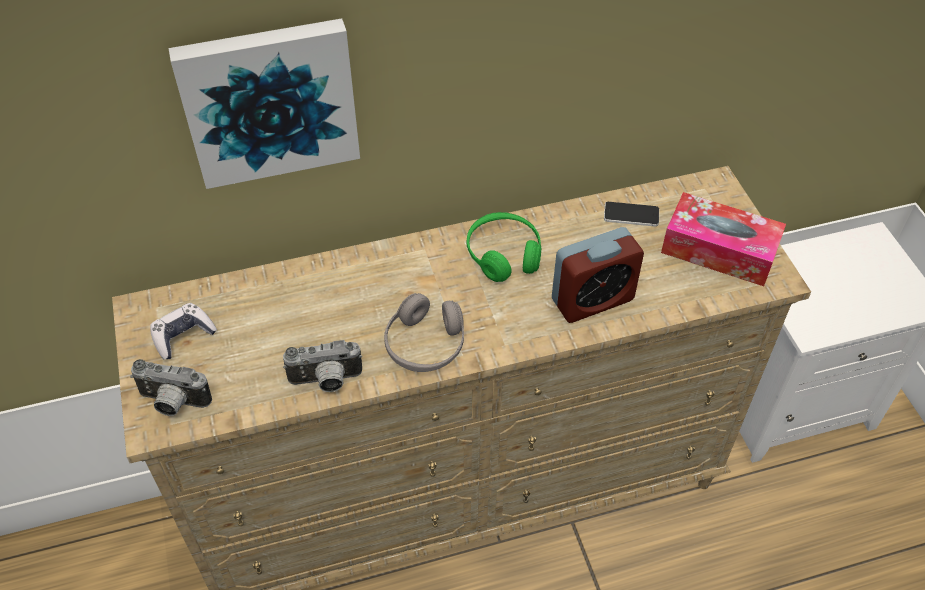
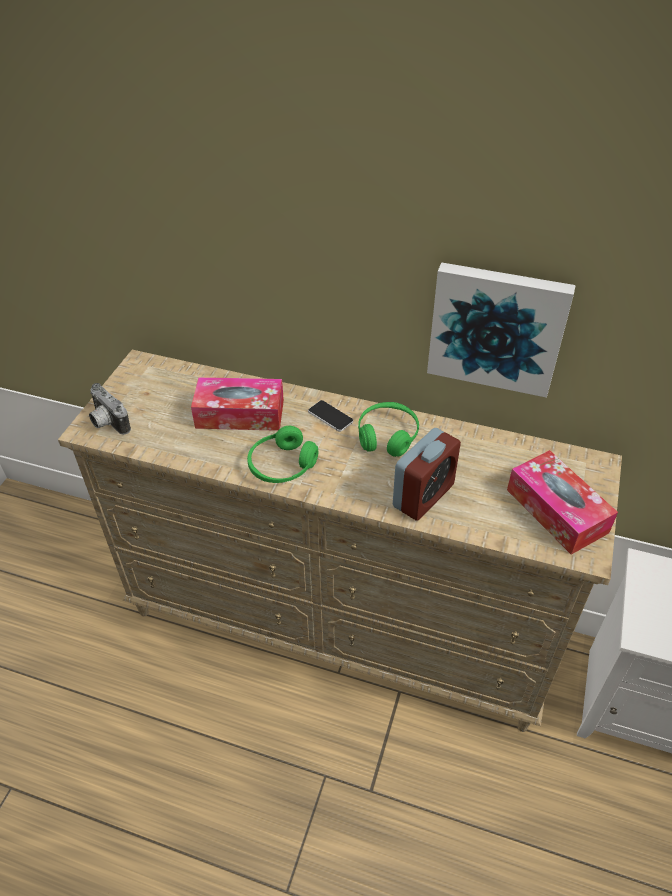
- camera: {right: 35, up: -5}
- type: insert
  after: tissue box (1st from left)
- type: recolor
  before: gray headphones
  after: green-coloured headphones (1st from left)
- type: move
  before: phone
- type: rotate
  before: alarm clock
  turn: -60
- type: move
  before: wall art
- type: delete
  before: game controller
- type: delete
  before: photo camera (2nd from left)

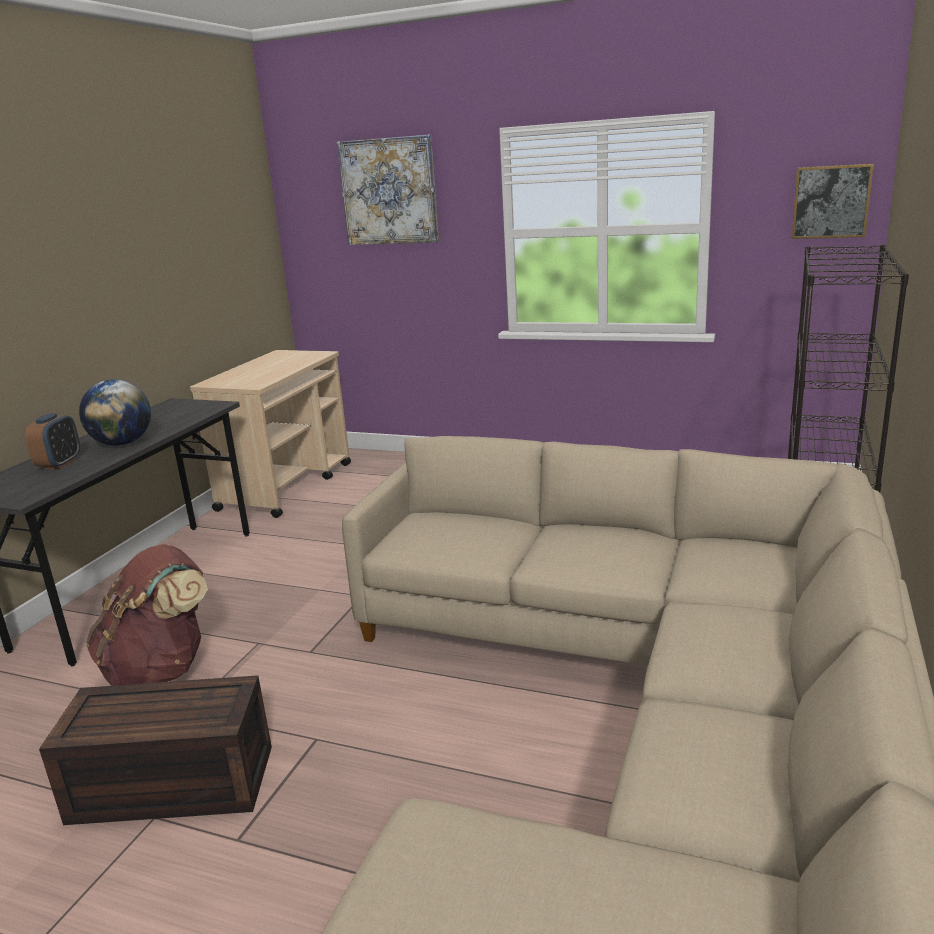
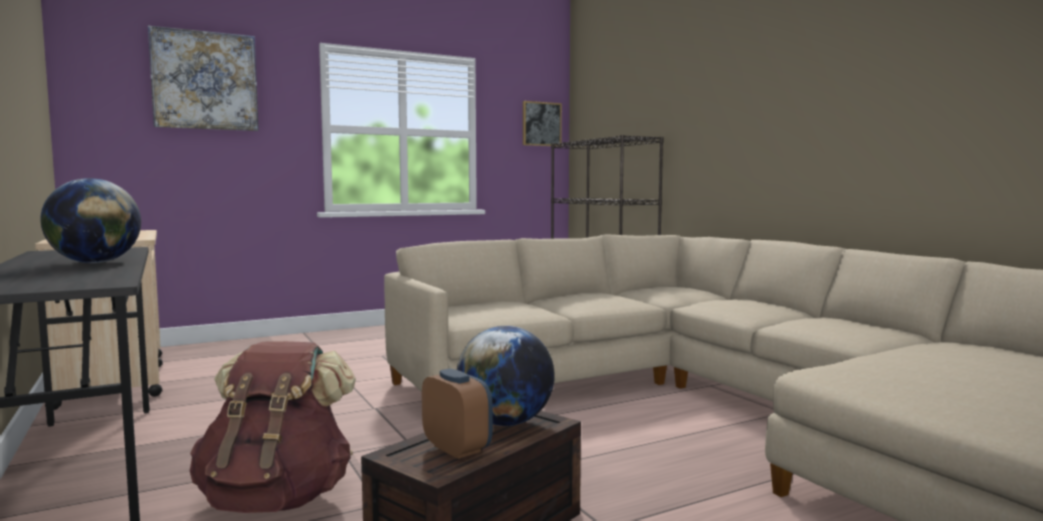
- camera: {right: -50, up: -15}
- type: move
  before: alarm clock
- type: insert
  after: globe (2nd from left)

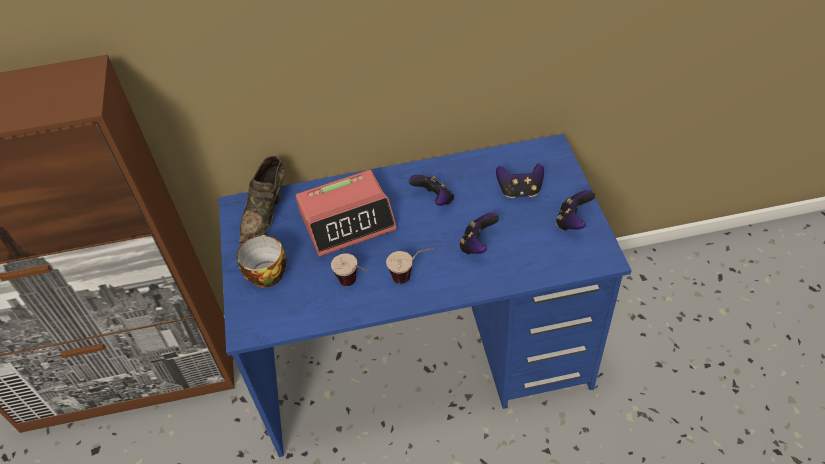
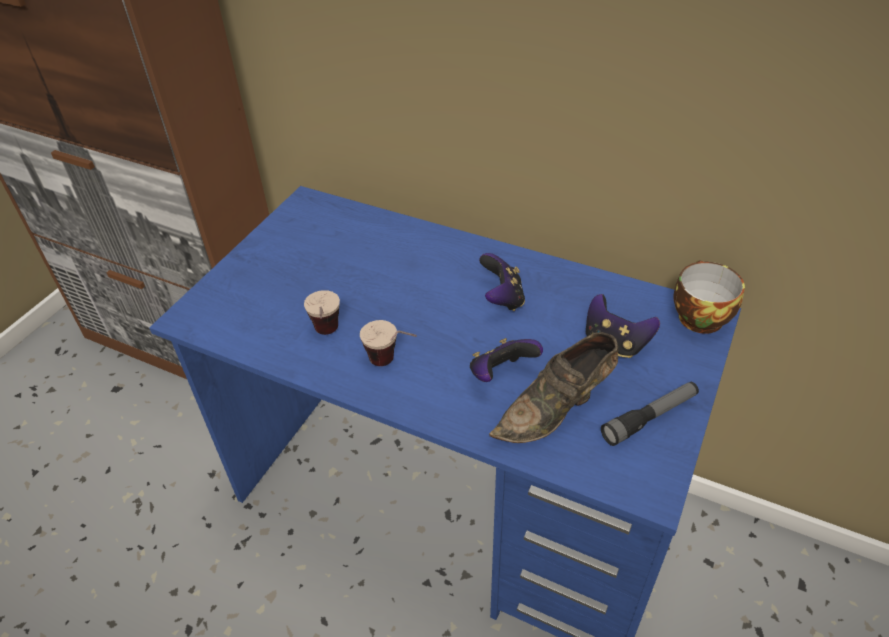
- camera: {right: 35, up: -5}
- type: move
  before: brownish item of footwear
- type: replace
  before: game controller (4th from left)
  after: flashlight
- type: move
  before: small cup (1st from left in the first image)
  after: small cup (3rd from left)
- type: delete
  before: alarm clock

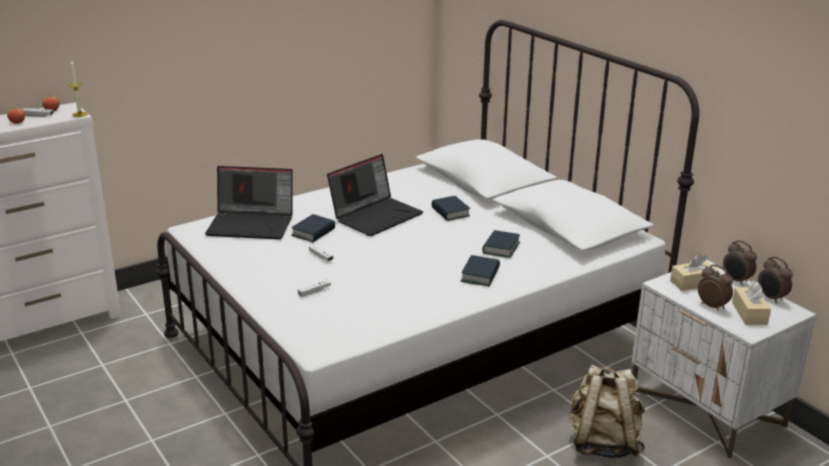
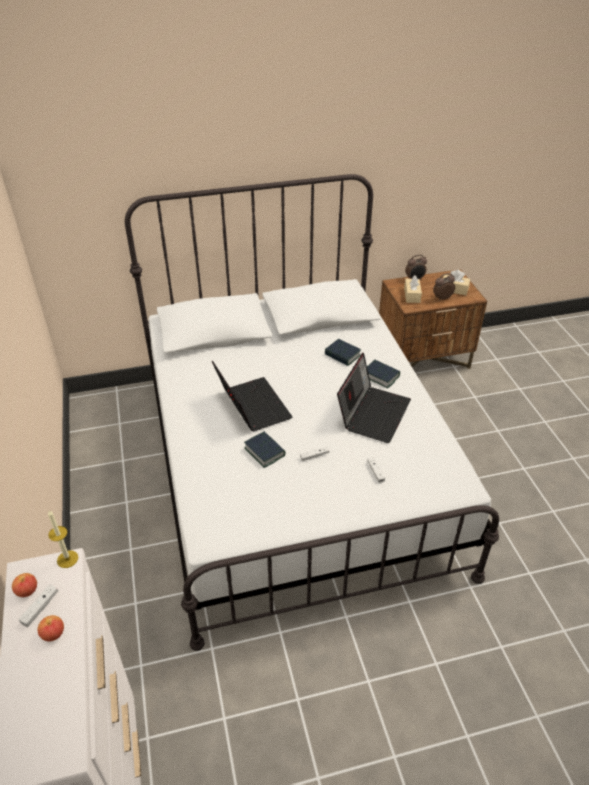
- camera: {right: -70, up: 15}
- type: move
  before: notebook computer (1st from left in the first image)
  after: notebook computer (2nd from left)
- type: recolor
  before: whitish bedside table
  after: brownish bedside table
- type: delete
  before: volume (2nd from left)
- type: delete
  before: beige backpack
- type: delete
  before: alarm clock (3rd from left)

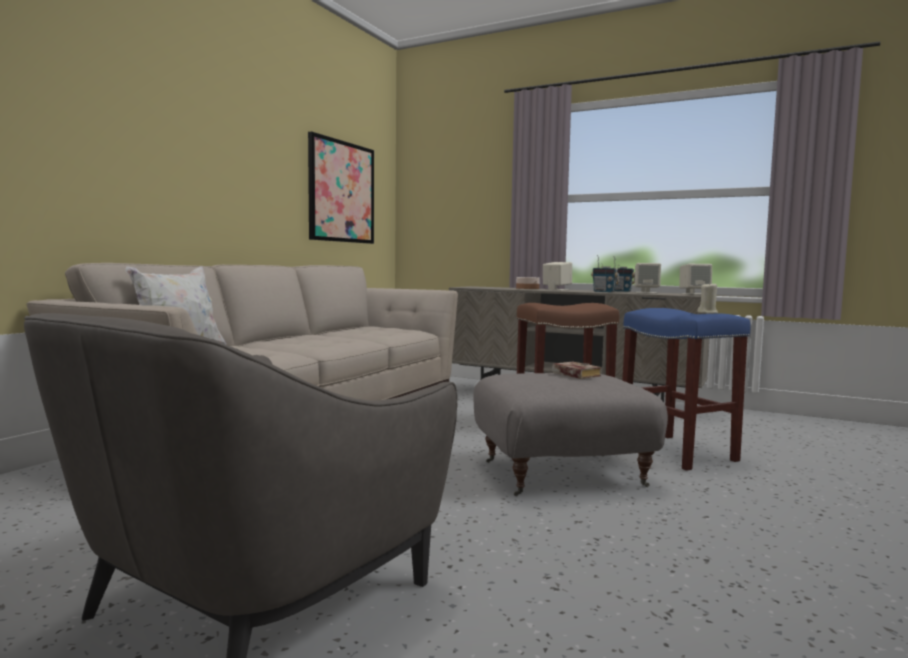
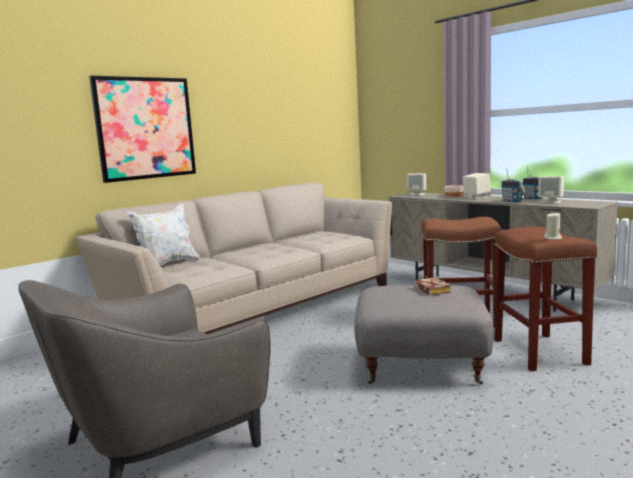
- camera: {right: 20, up: 5}
- type: move
  before: wall art
- type: move
  before: beige speaker (3rd from left in the first image)
  after: beige speaker (1st from left)
- type: recolor
  before: blue sitting stool
  after: brownish sitting stool (2nd from left)

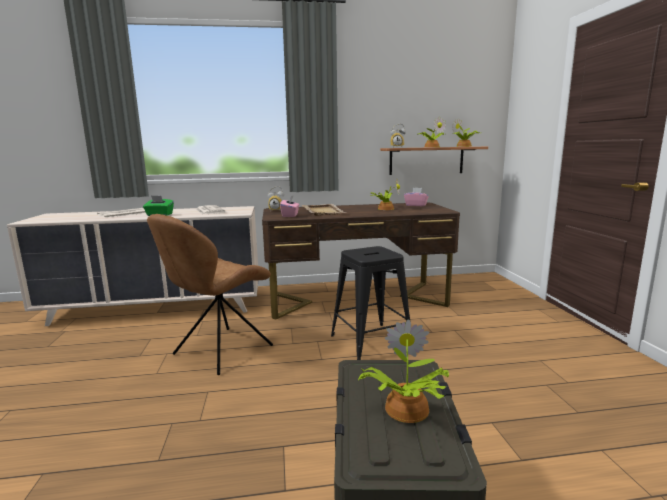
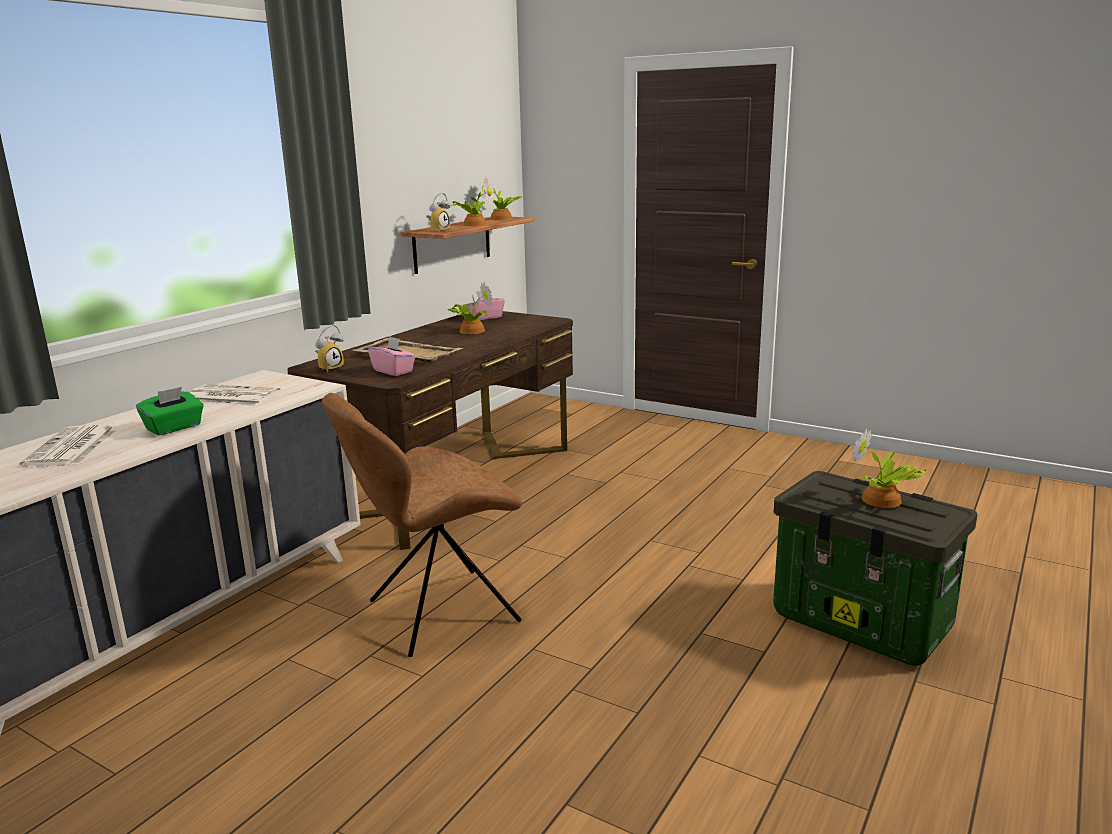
- camera: {right: -50, up: 5}
- type: rotate
  before: brownish chair
  turn: 75
- type: delete
  before: blackish sitting stool

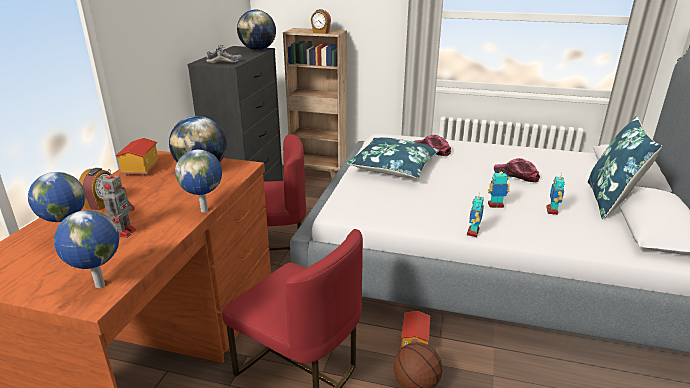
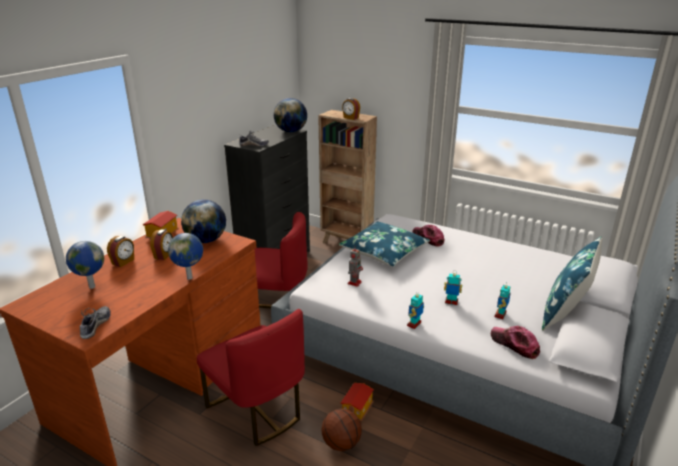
- camera: {right: 15, up: 0}
- type: replace
  before: globe (2nd from left)
  after: item of footwear (1st from left)
- type: insert
  after: alarm clock (2nd from left)
- type: move
  before: model robot (1st from left)
- type: move
  before: baseball cap (2nd from left)

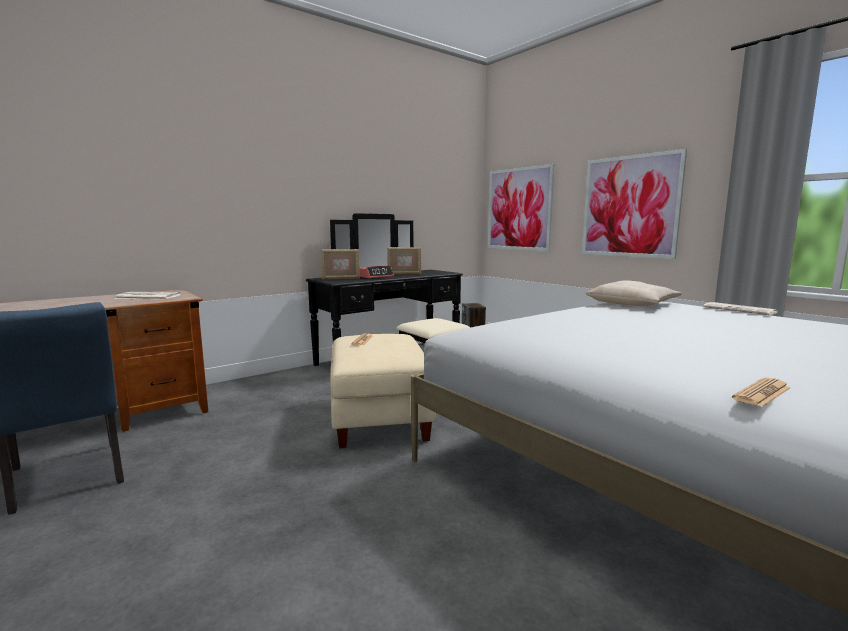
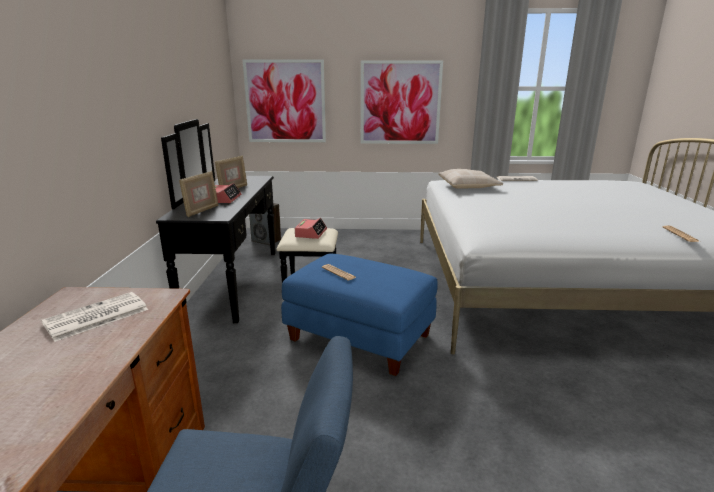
- camera: {right: -50, up: 10}
- type: recolor
  before: beige footrest
  after: blue footrest
- type: insert
  after: alarm clock (2nd from left)

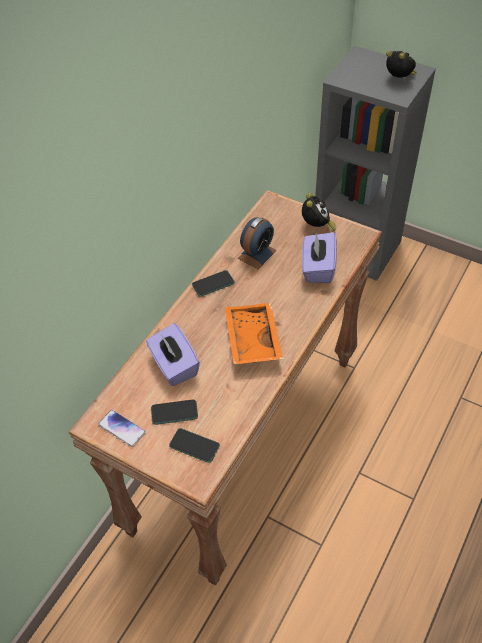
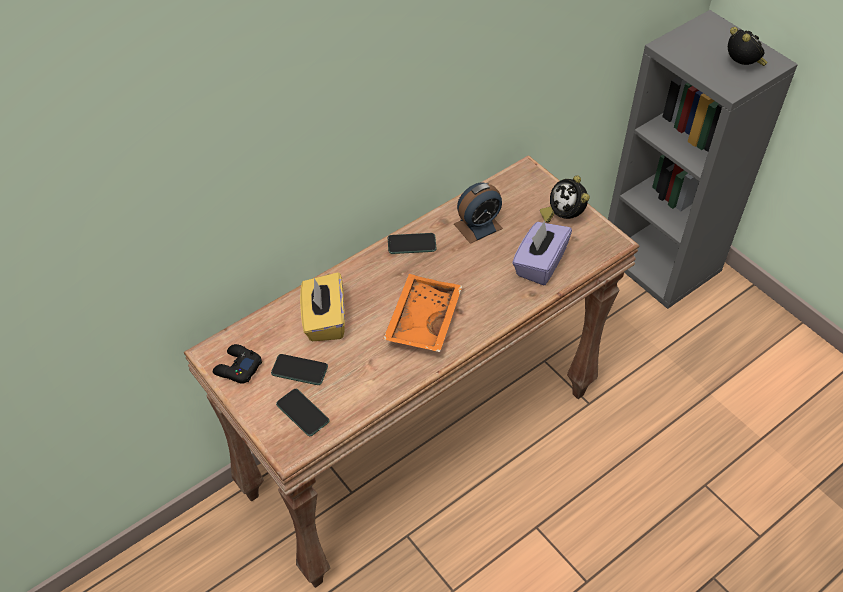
- camera: {right: 20, up: 0}
- type: replace
  before: phone (1st from left)
  after: blackish game controller
- type: recolor
  before: purple-coloured tissue box (1st from left)
  after: yellowish tissue box
- type: rotate
  before: alarm clock (2nd from left)
  turn: 135

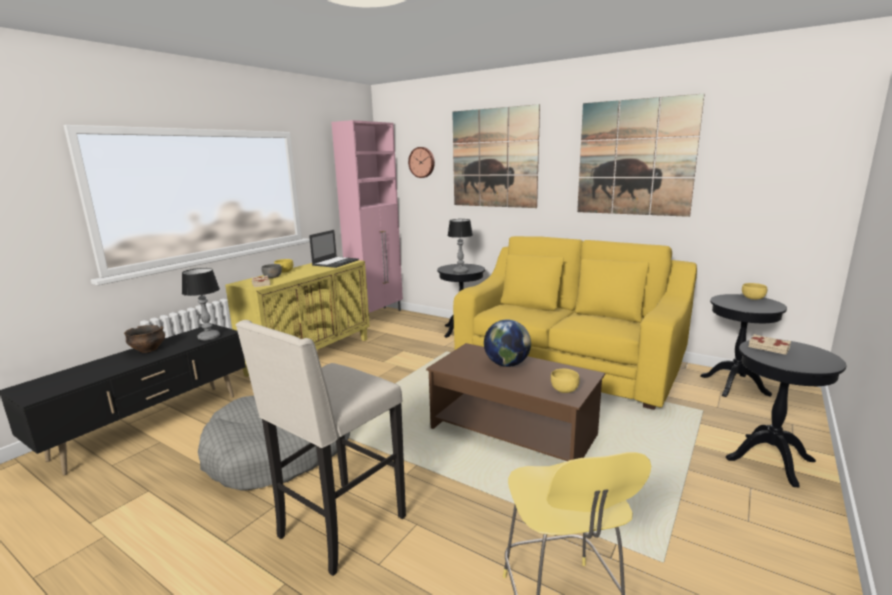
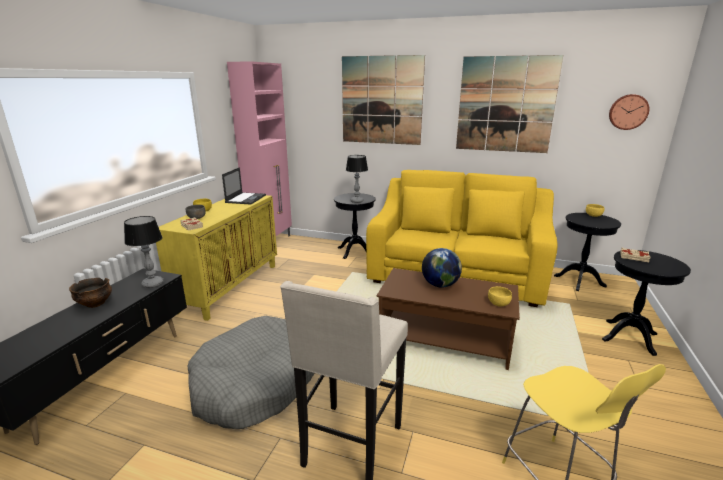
- camera: {right: -15, up: 5}
- type: move
  before: wall clock

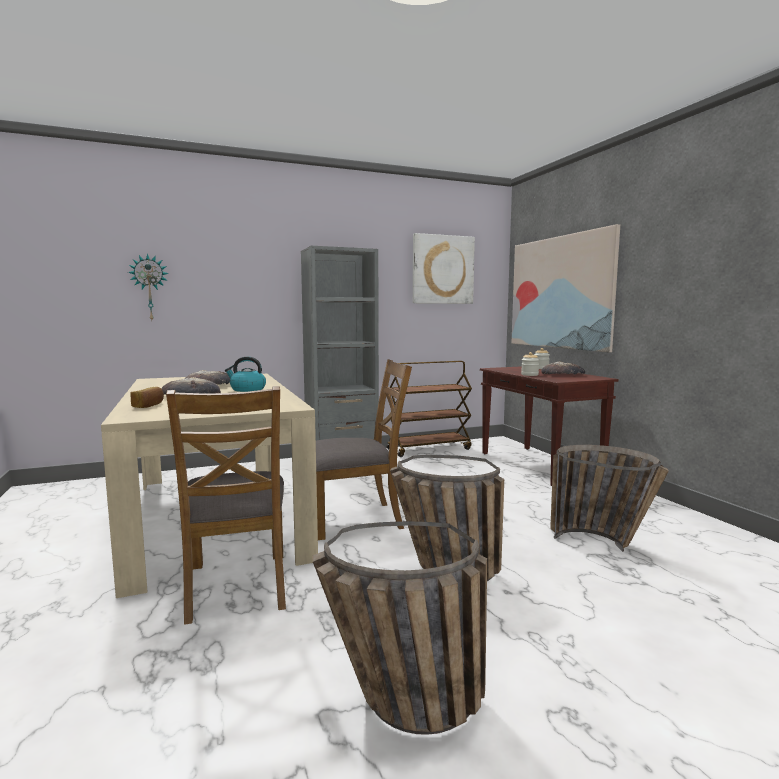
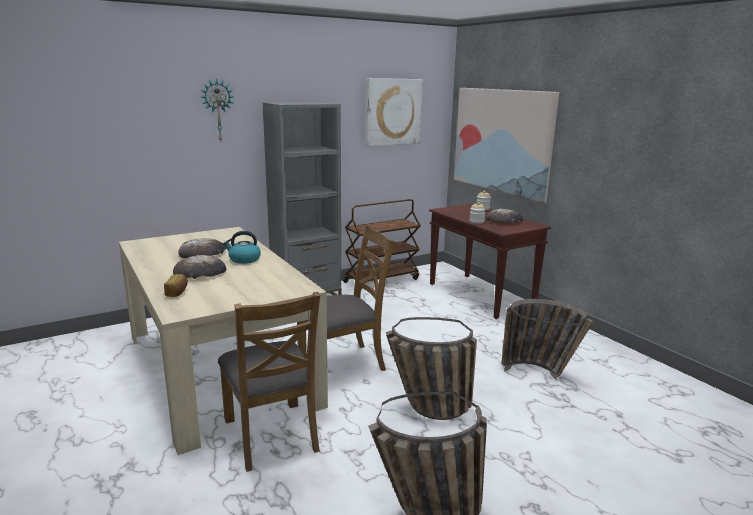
- camera: {right: -10, up: 10}
- type: move
  before: wall clock

